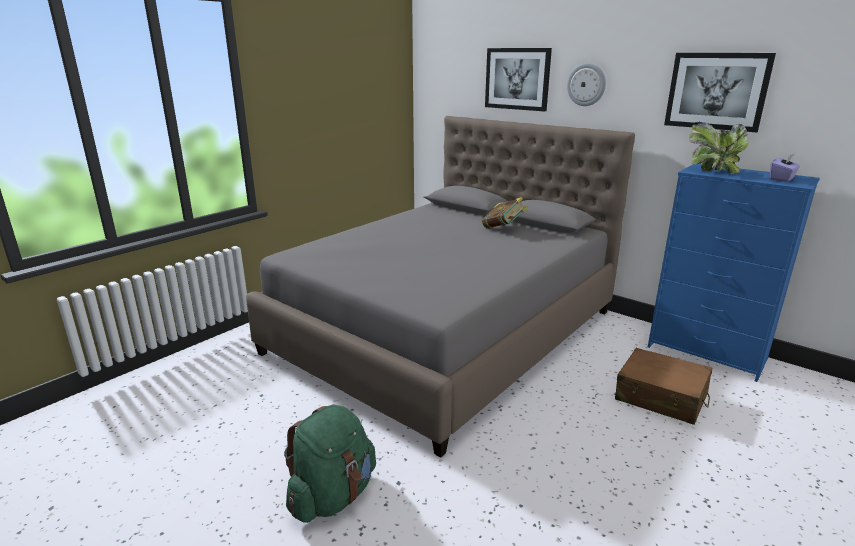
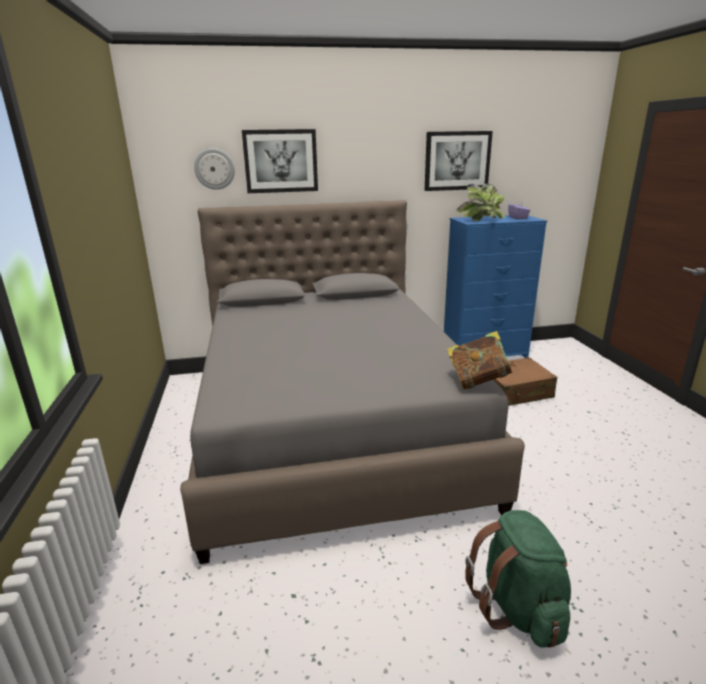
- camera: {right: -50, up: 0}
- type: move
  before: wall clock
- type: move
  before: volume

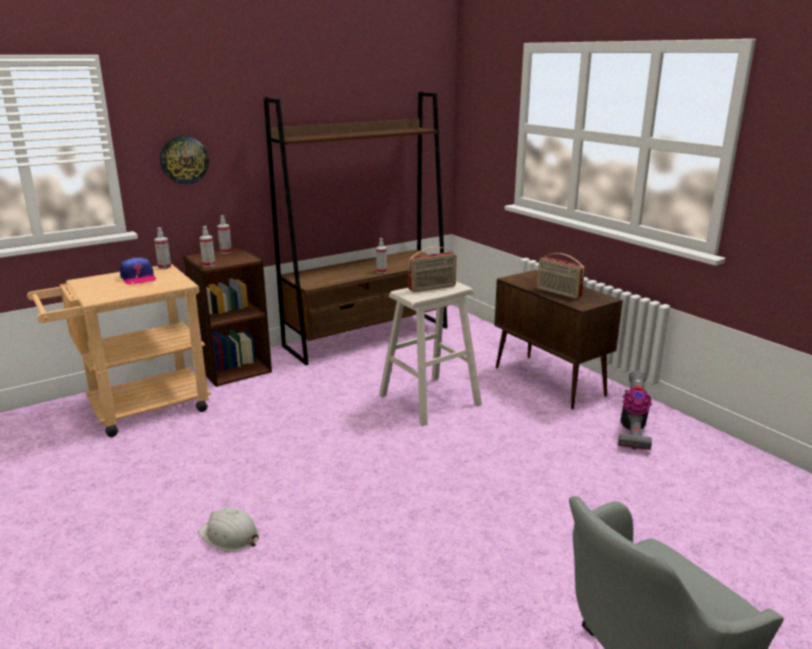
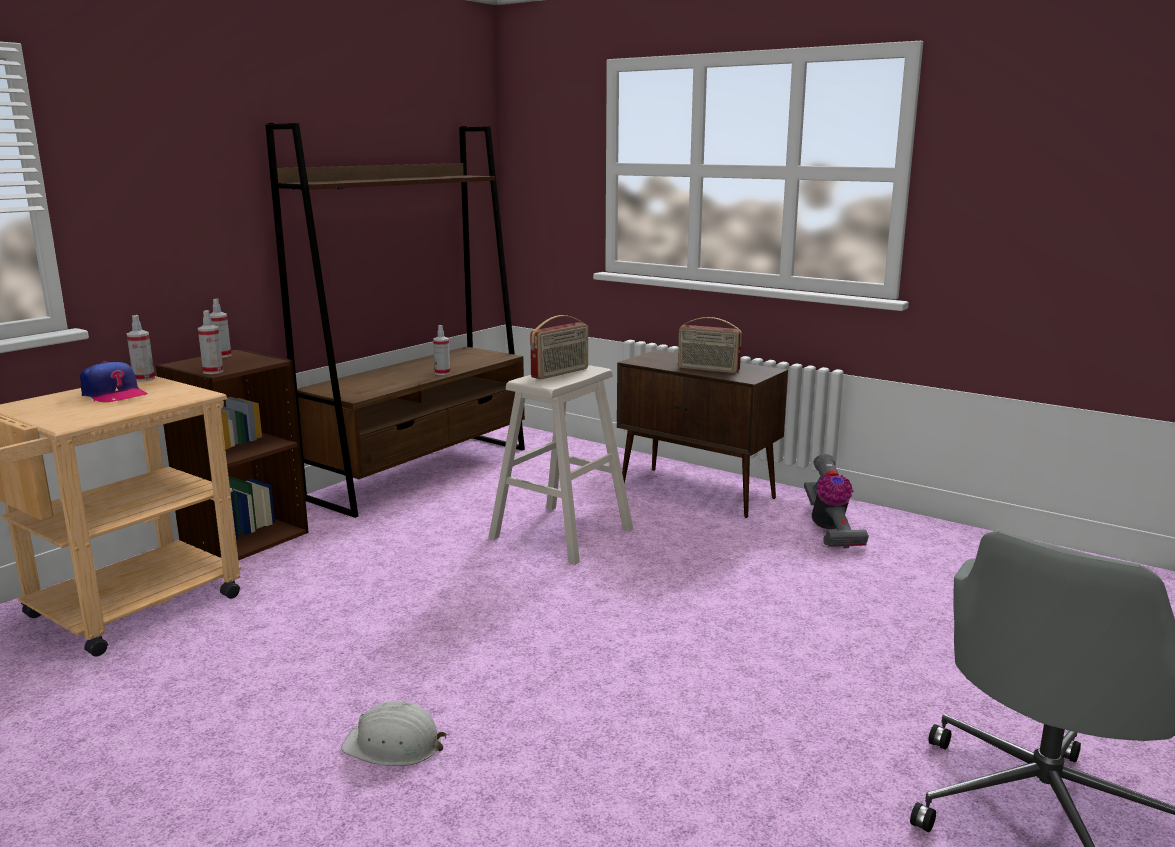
- camera: {right: -20, up: -5}
- type: delete
  before: wall clock

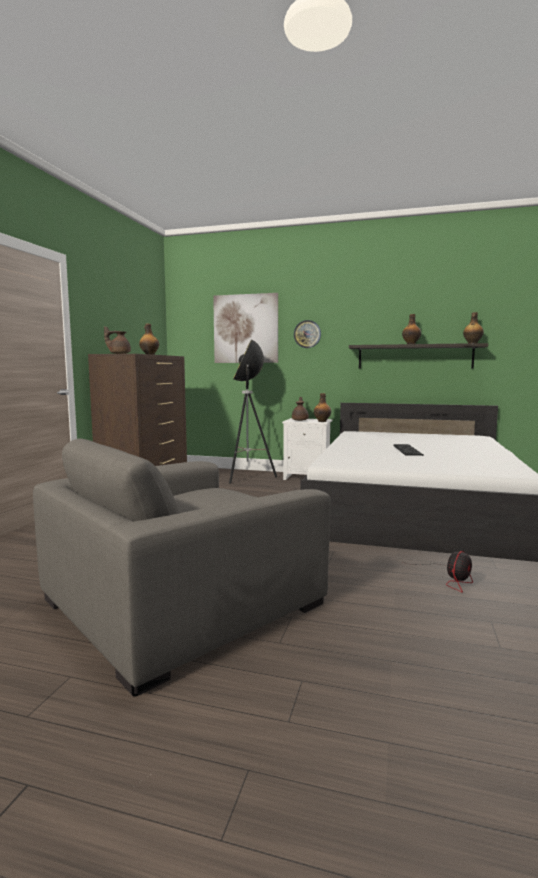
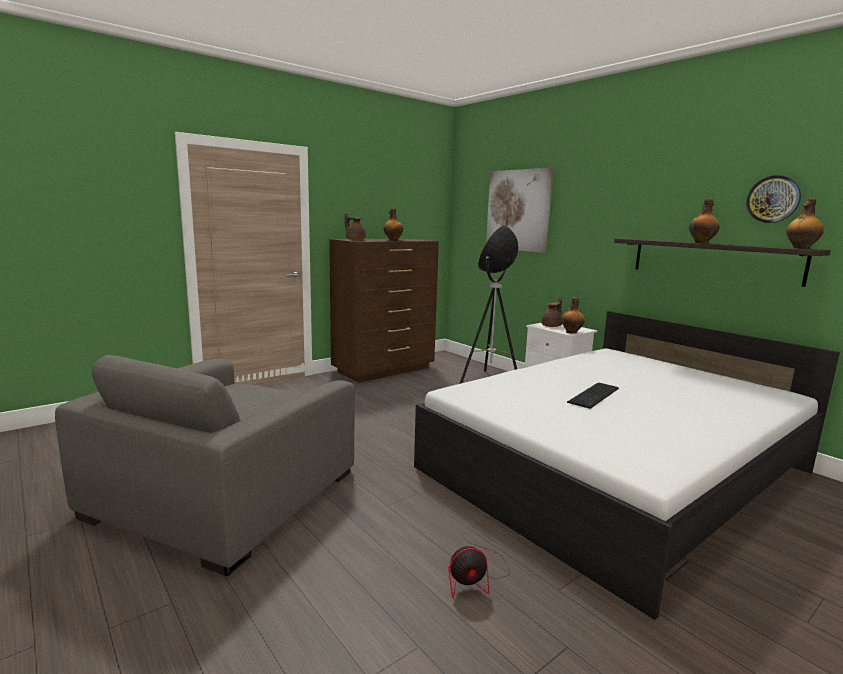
- camera: {right: 35, up: 5}
- type: rotate
  before: gray easy chair
  turn: -60
- type: move
  before: wall clock

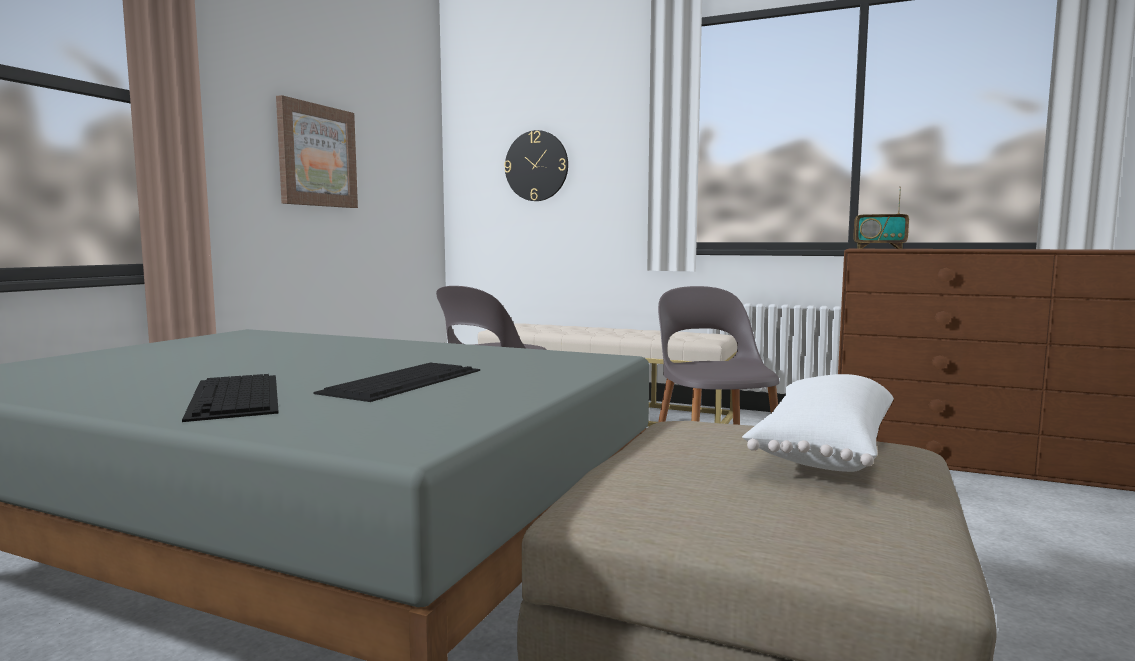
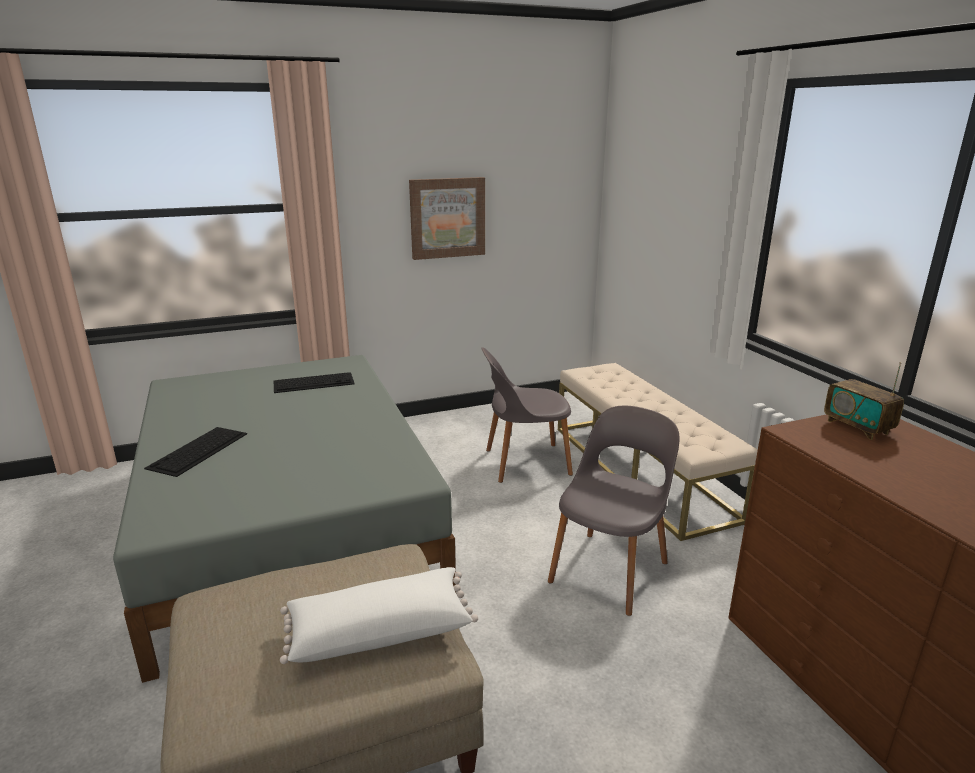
- camera: {right: 45, up: 15}
- type: move
  before: PC keyboard (2nd from left)
- type: delete
  before: wall clock

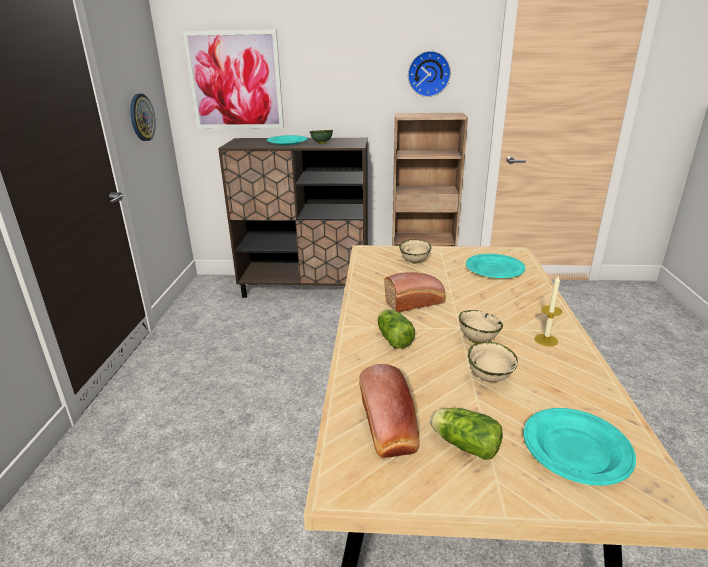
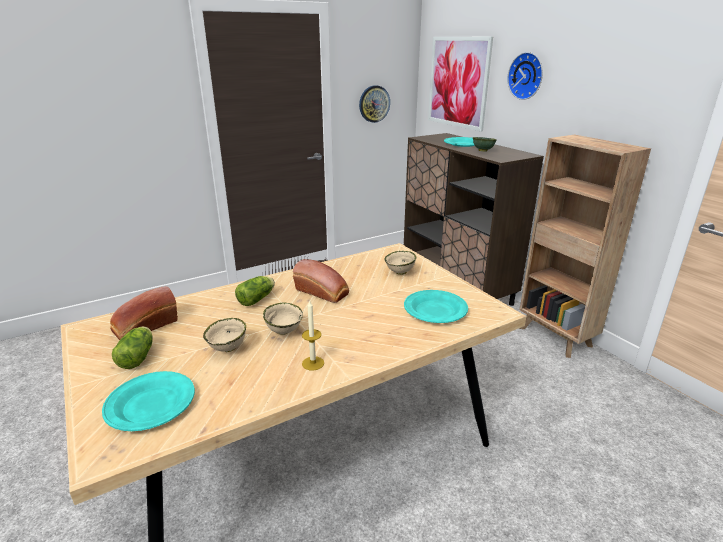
- camera: {right: 55, up: 0}
- type: move
  before: wall clock (2nd from left)

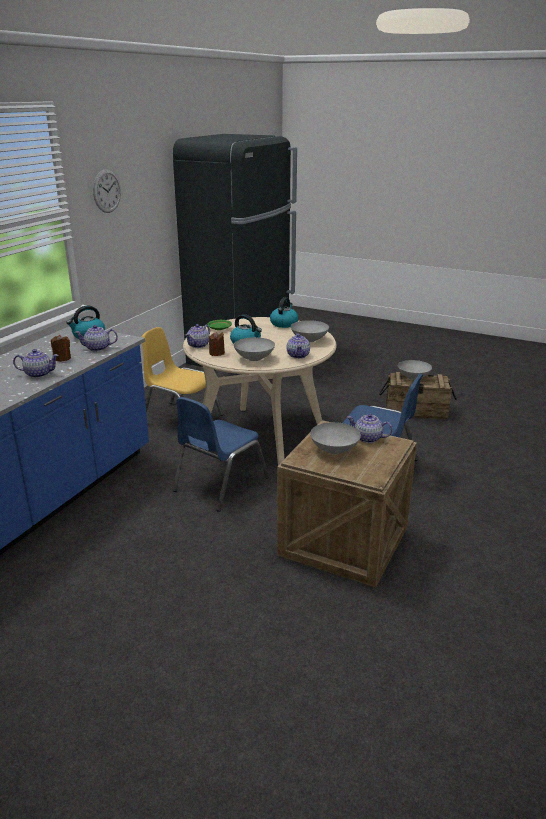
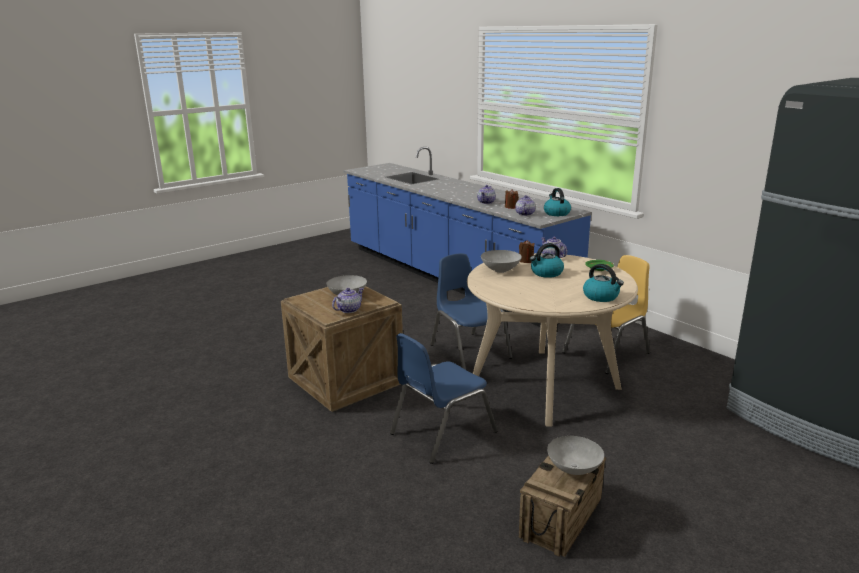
- camera: {right: 115, up: -5}
- type: delete
  before: wall clock
- type: delete
  before: pot for tea (4th from left)
- type: delete
  before: gray serving bowl (2nd from left)

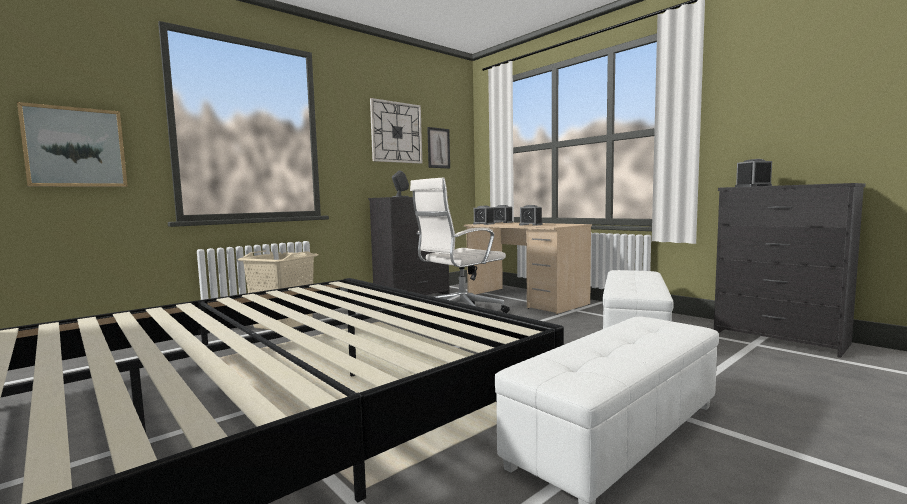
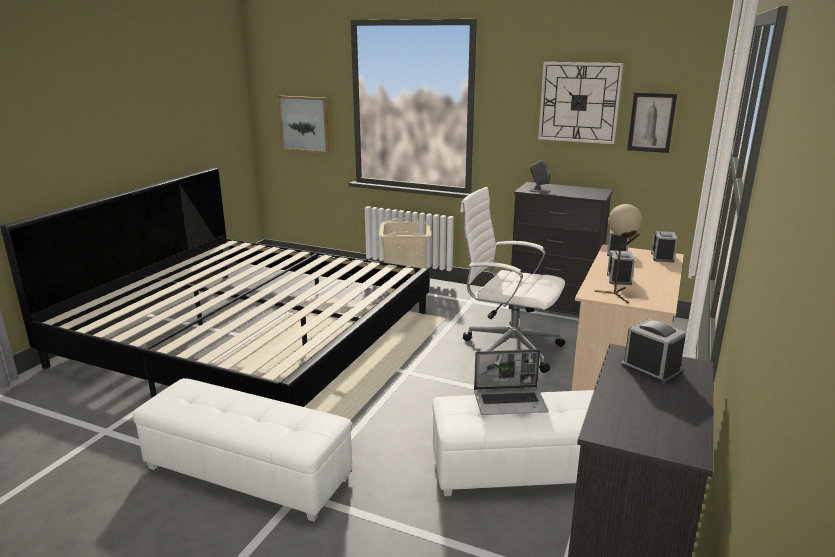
- camera: {right: 65, up: 15}
- type: insert
  after: notebook computer
- type: insert
  after: beige tabletop lamp

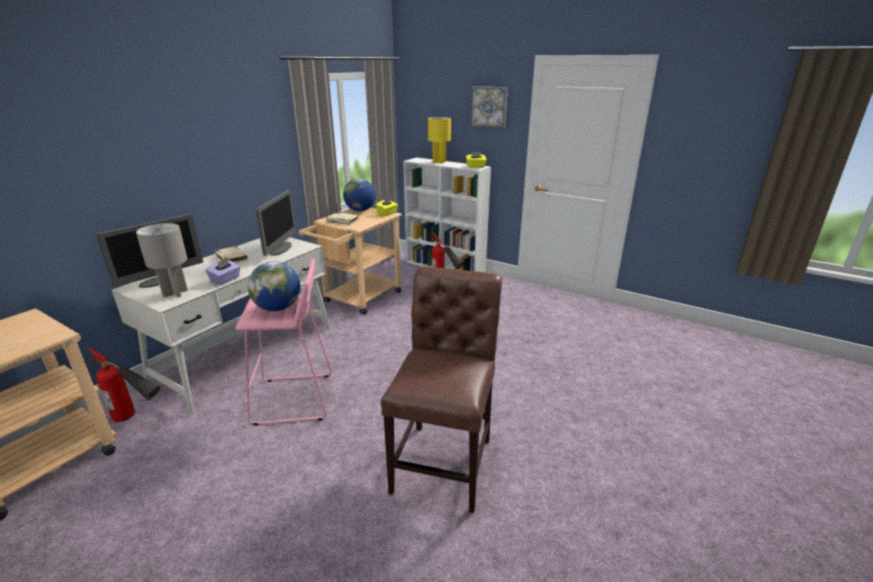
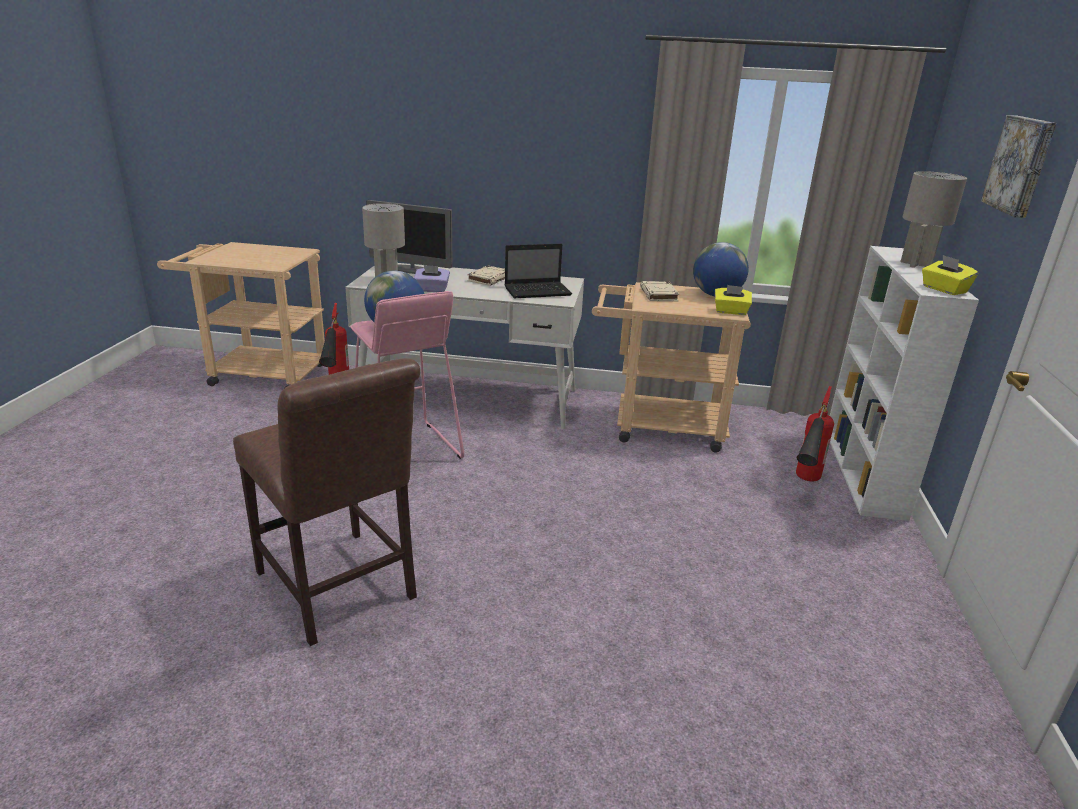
- camera: {right: 65, up: 0}
- type: rotate
  before: brownish chair
  turn: 60
- type: replace
  before: monitor (2nd from left)
  after: notebook computer
- type: recolor
  before: yellowish tabletop lamp
  after: gray tabletop lamp (2nd from left)

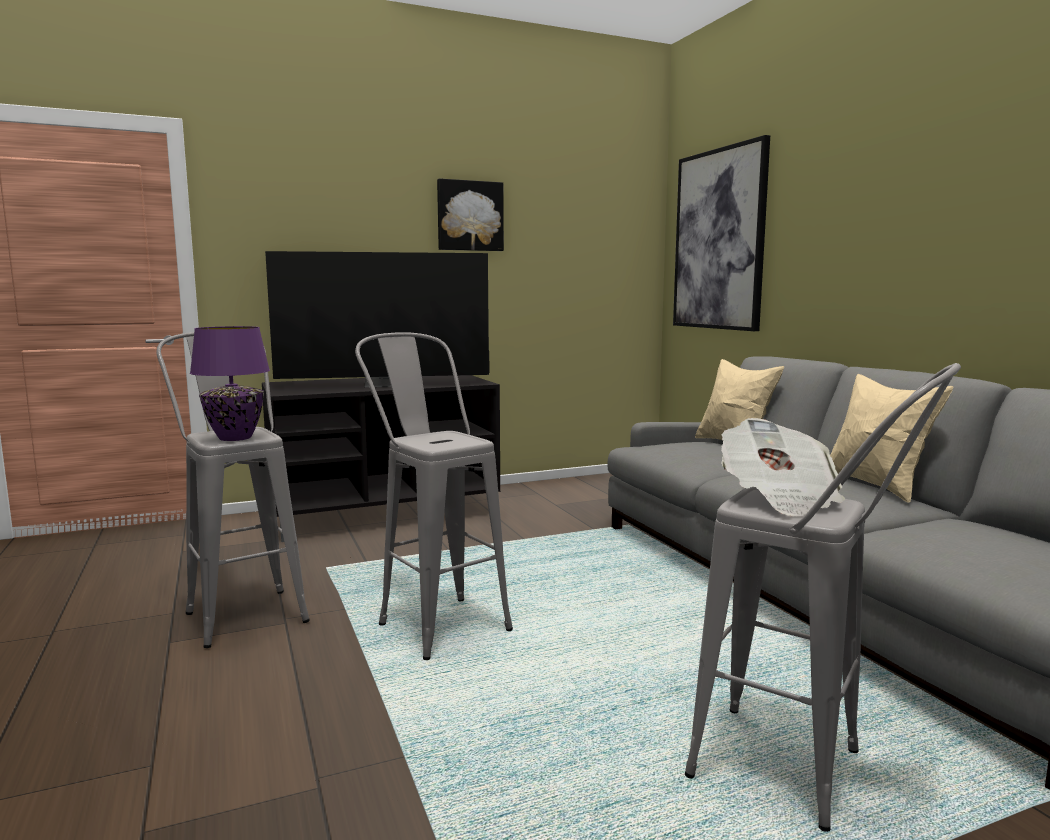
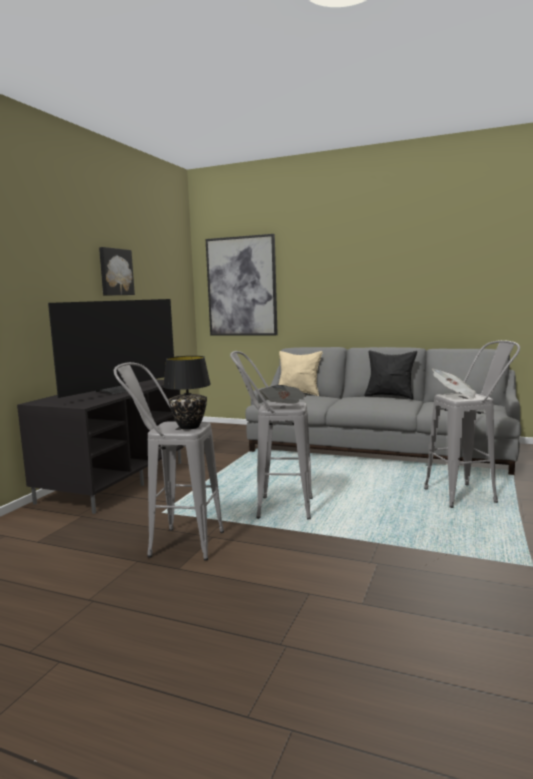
- camera: {right: -45, up: 0}
- type: recolor
  before: purple-coloured tabletop lamp
  after: blackish tabletop lamp
- type: insert
  after: daily paper (1st from left)
- type: recolor
  before: beige throw pillow (2nd from left)
  after: blackish throw pillow

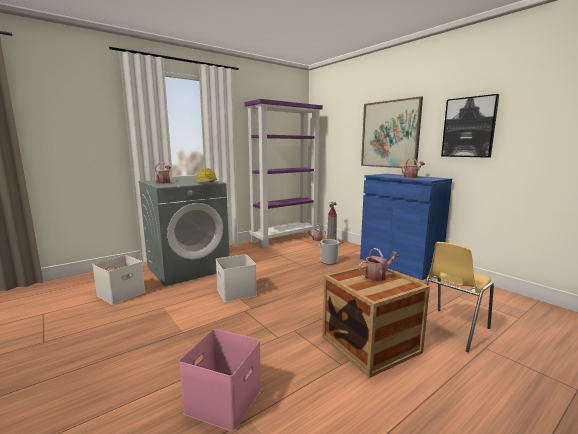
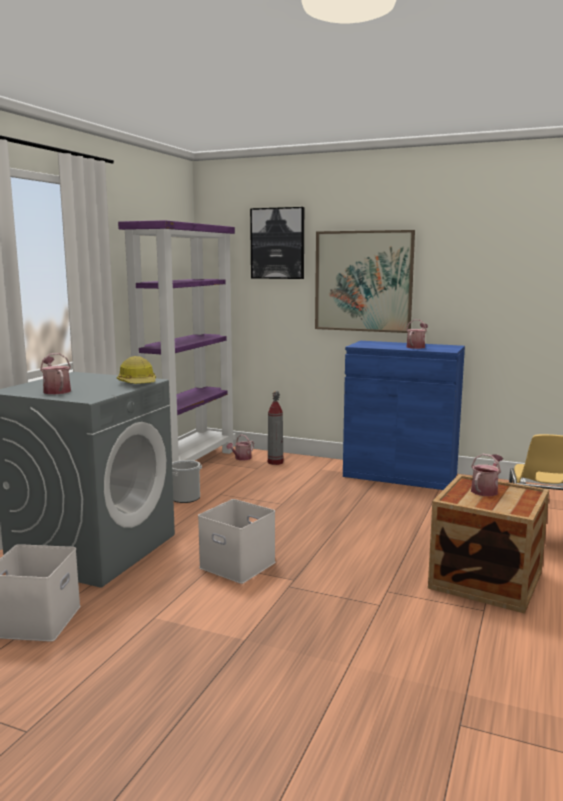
- camera: {right: -30, up: 0}
- type: move
  before: bucket
- type: move
  before: wall art (2nd from left in the first image)
  after: wall art (1st from left)
- type: delete
  before: pink-coloured storage box

